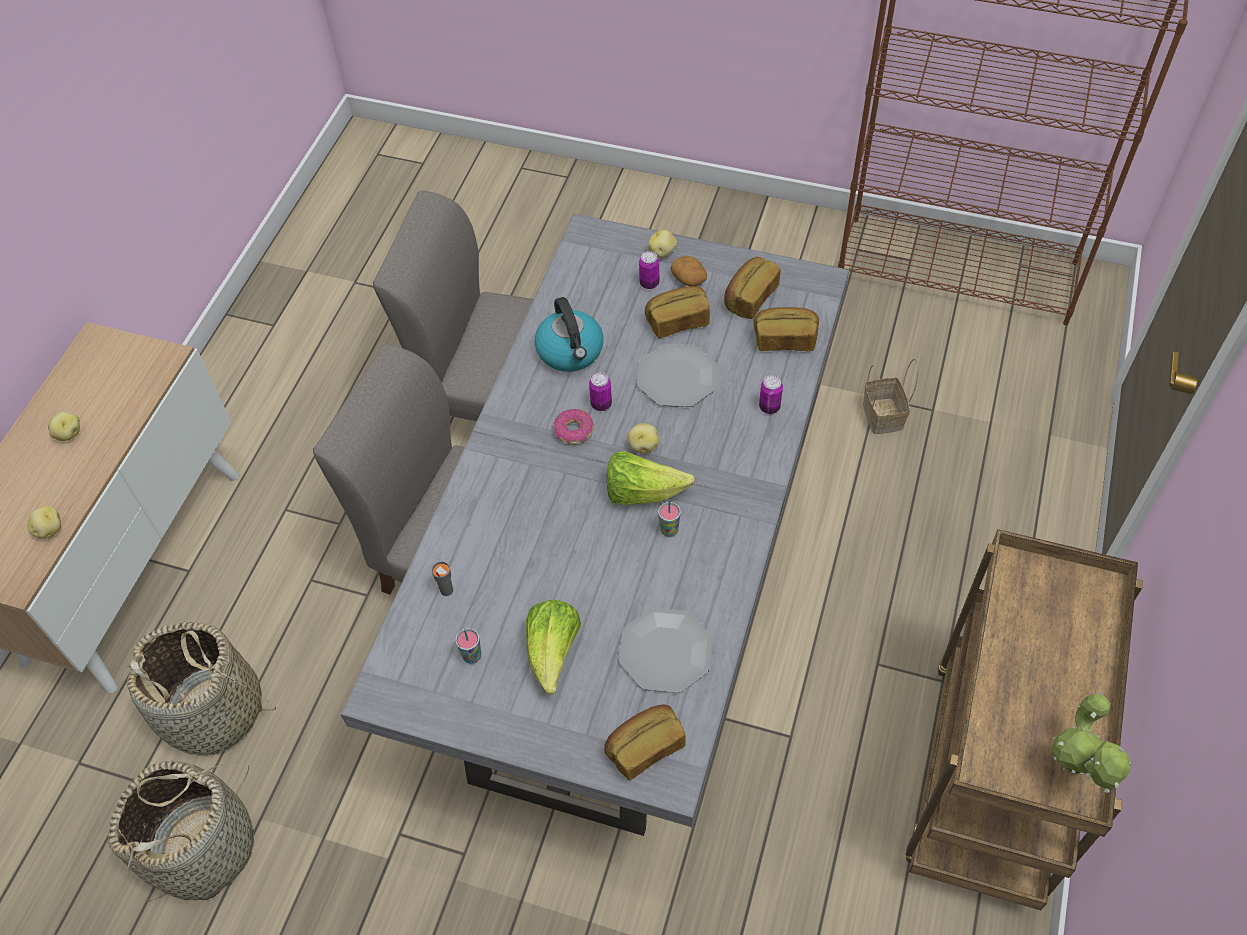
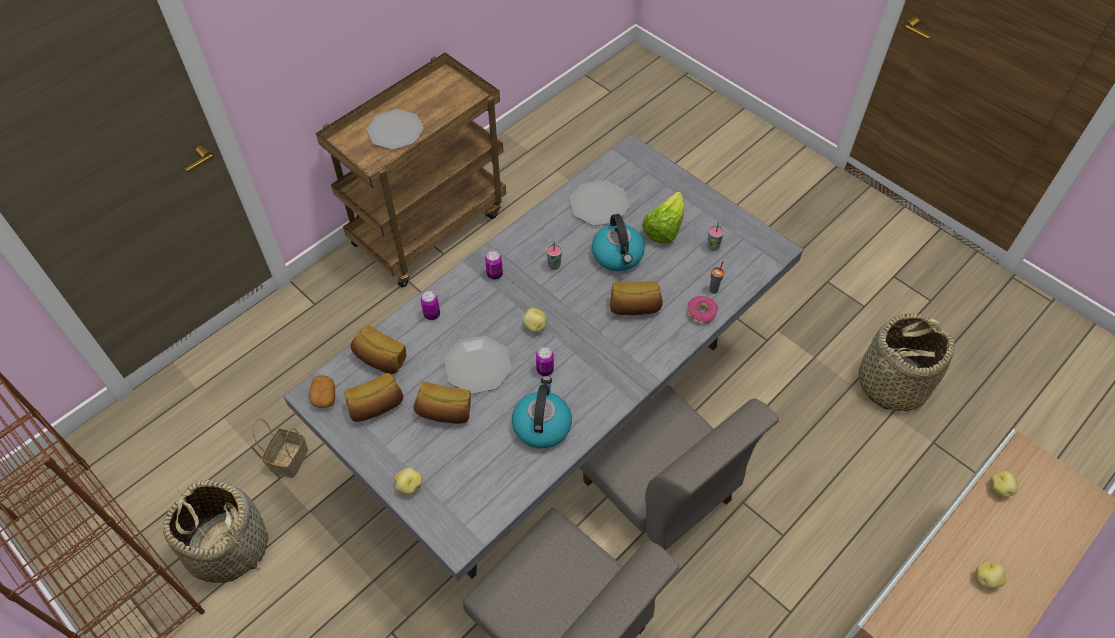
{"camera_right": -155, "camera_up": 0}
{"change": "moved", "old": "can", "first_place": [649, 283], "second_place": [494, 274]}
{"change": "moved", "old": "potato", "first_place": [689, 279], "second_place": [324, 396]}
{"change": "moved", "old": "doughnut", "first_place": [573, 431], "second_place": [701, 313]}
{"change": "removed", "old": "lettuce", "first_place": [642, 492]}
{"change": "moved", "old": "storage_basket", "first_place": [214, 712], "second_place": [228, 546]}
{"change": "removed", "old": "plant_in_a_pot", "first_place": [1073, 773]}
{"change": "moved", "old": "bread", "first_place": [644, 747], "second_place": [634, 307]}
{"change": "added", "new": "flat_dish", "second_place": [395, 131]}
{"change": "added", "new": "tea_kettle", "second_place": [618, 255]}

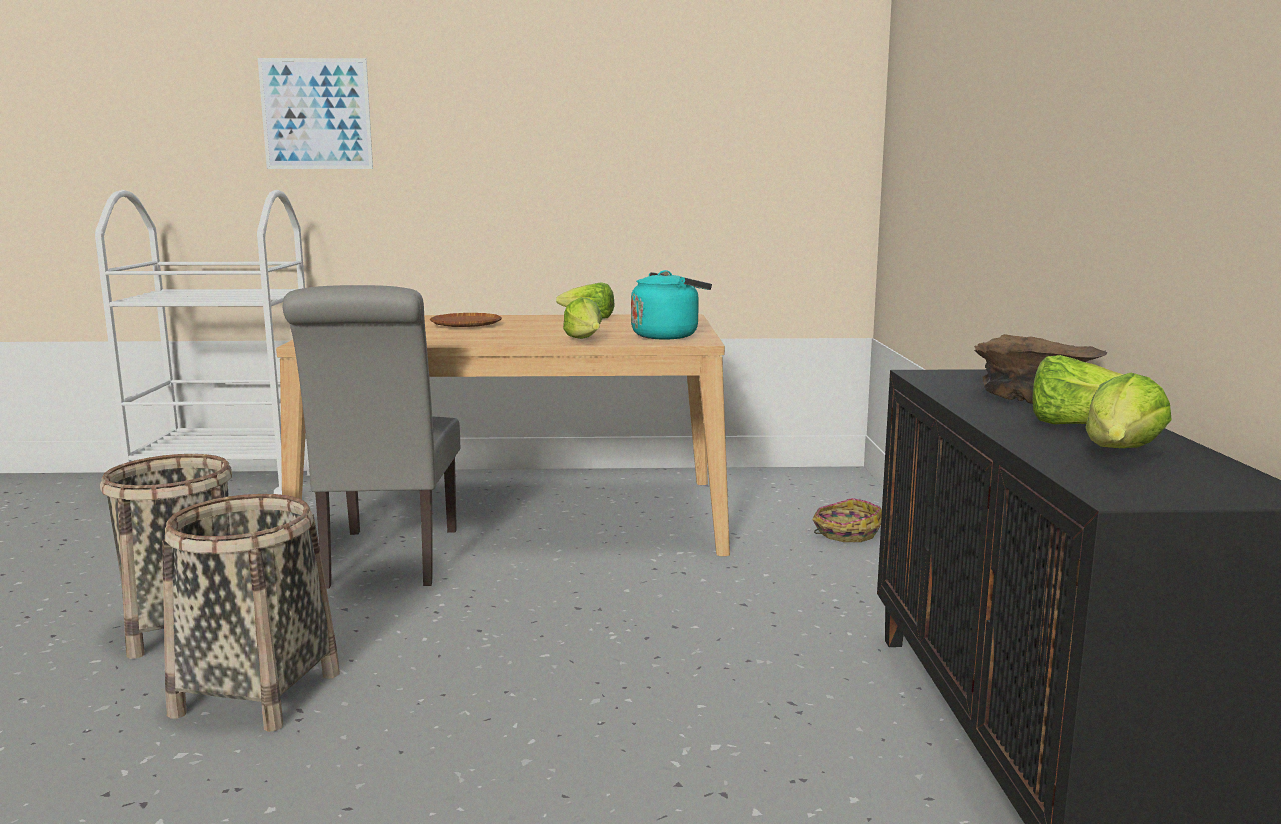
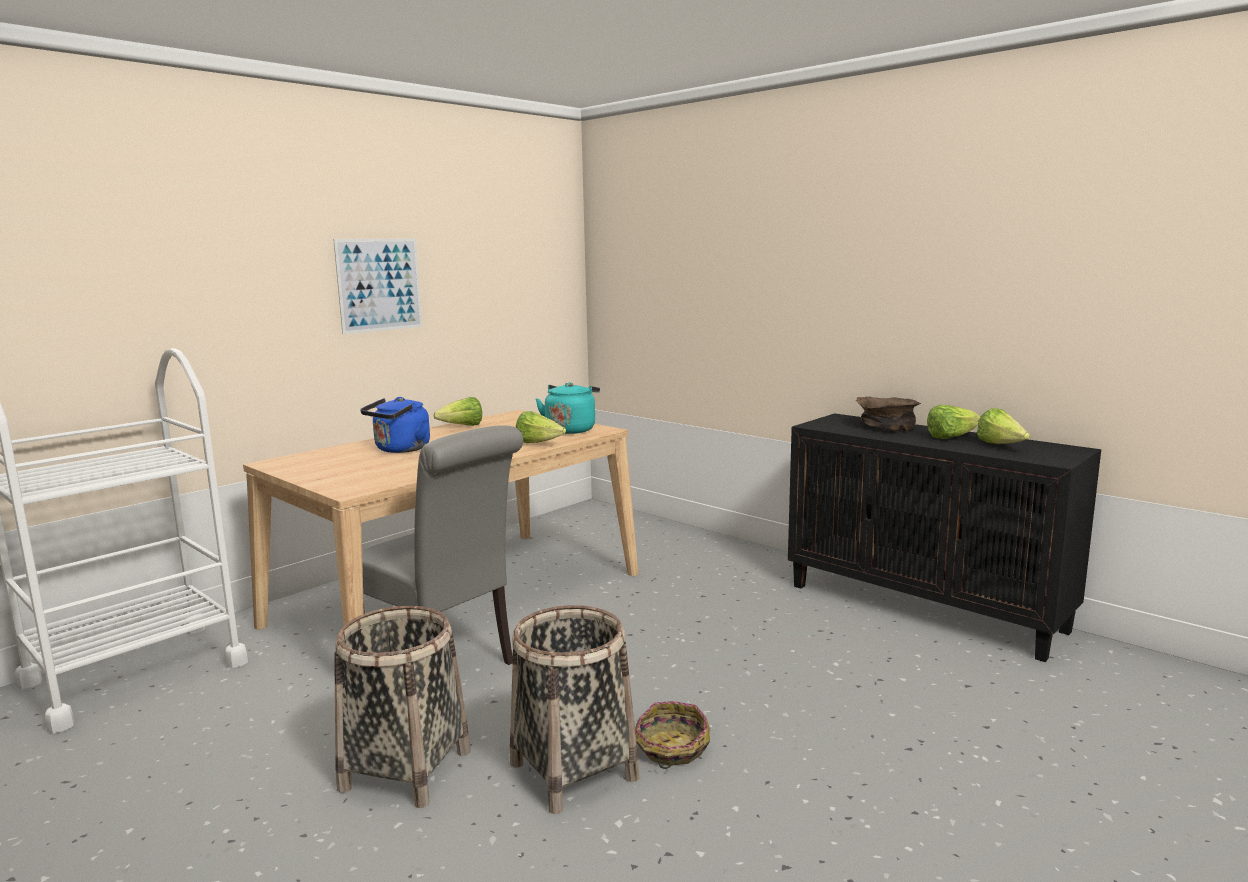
{"camera_right": -45, "camera_up": 0}
{"change": "moved", "old": "wall_picture", "first_place": [316, 114], "second_place": [379, 285]}
{"change": "replaced", "old": "brown_flat_dish", "new": "bluish_tea_kettle", "first_place": [466, 325], "second_place": [400, 450]}
{"change": "moved", "old": "storage_basket", "first_place": [845, 533], "second_place": [671, 748]}

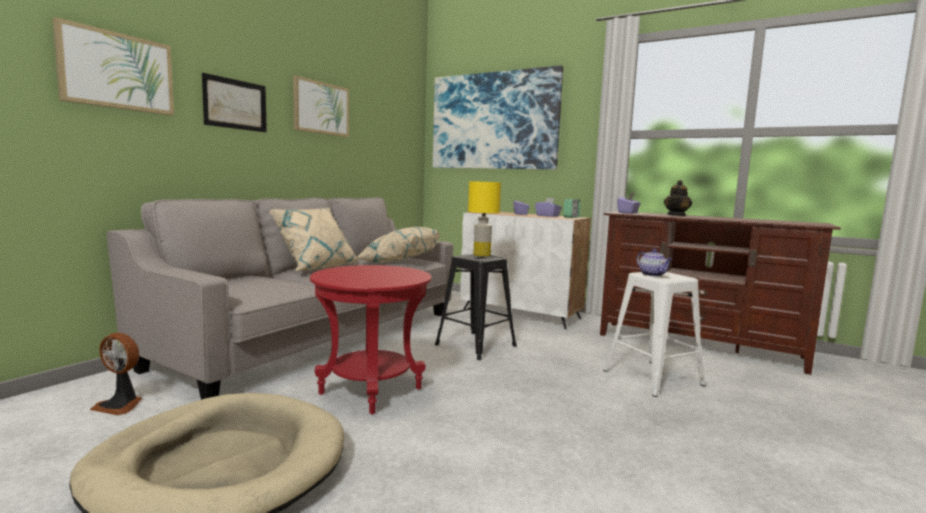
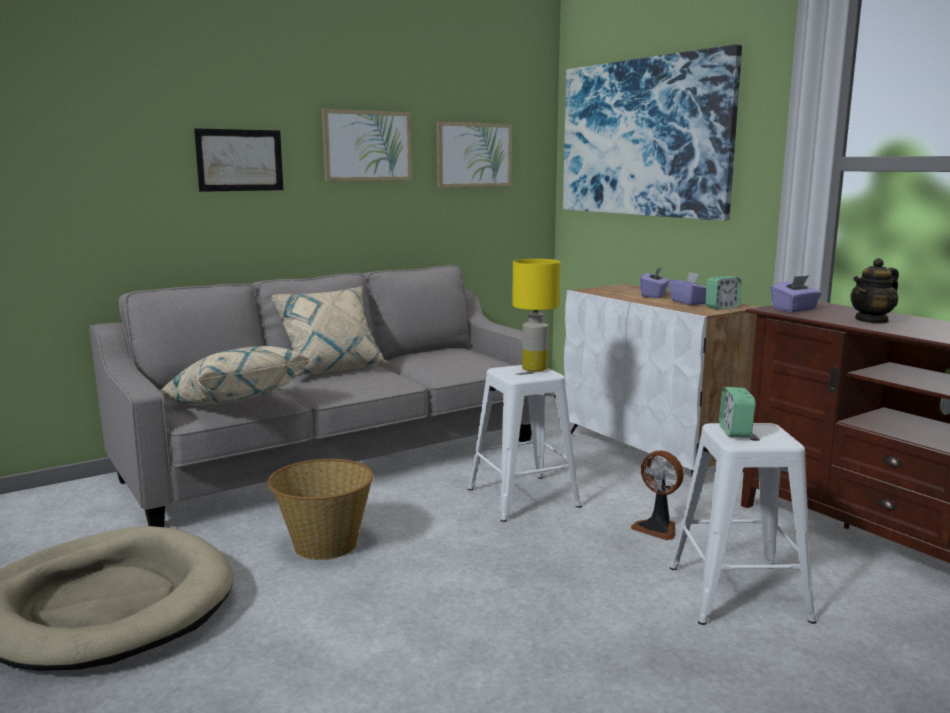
{"camera_right": 25, "camera_up": 5}
{"change": "moved", "old": "wall_picture", "first_place": [117, 71], "second_place": [473, 155]}
{"change": "moved", "old": "beige-coloured_throw_pillow", "first_place": [399, 261], "second_place": [233, 403]}
{"change": "replaced", "old": "teapot", "new": "bedside_clock", "first_place": [653, 275], "second_place": [735, 432]}
{"change": "recoloured", "old": "black-coloured_stool", "new": "white_stool", "first_place": [475, 345], "second_place": [523, 497]}
{"change": "replaced", "old": "red_end_table", "new": "storage_basket", "first_place": [370, 391], "second_place": [324, 545]}
{"change": "moved", "old": "electric_fan", "first_place": [120, 405], "second_place": [657, 528]}

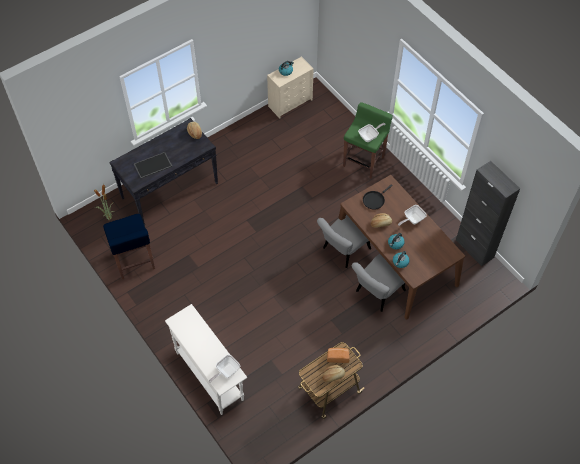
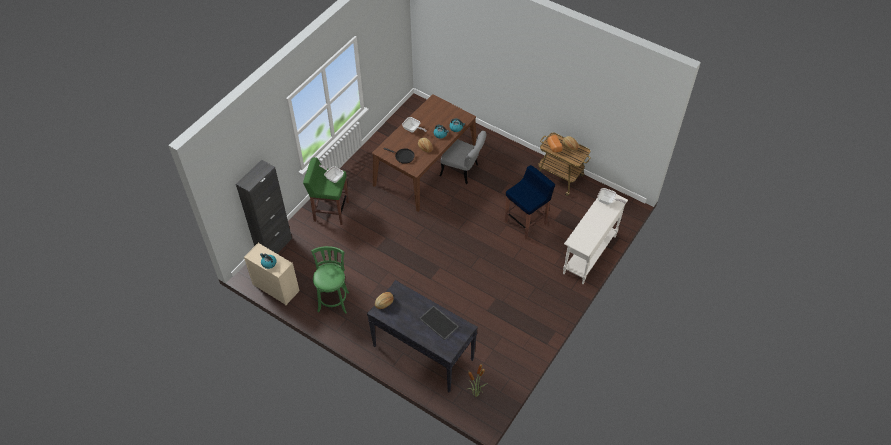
{"camera_right": -110, "camera_up": -5}
{"change": "moved", "old": "black-coloured_cabinet", "first_place": [474, 248], "second_place": [274, 247]}
{"change": "moved", "old": "bluish_stool", "first_place": [134, 261], "second_place": [526, 222]}
{"change": "removed", "old": "gray_plain_chair", "first_place": [342, 251]}
{"change": "added", "new": "green-coloured_stool", "second_place": [333, 300]}

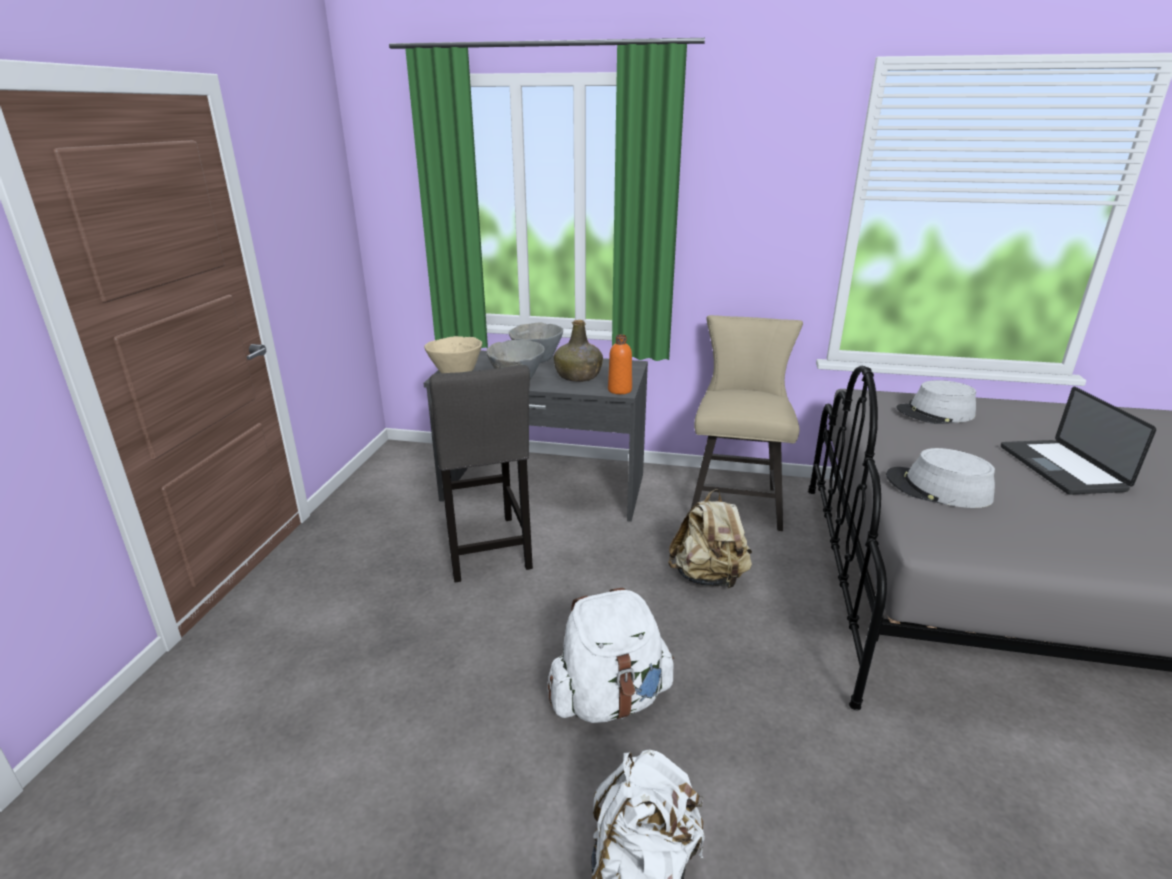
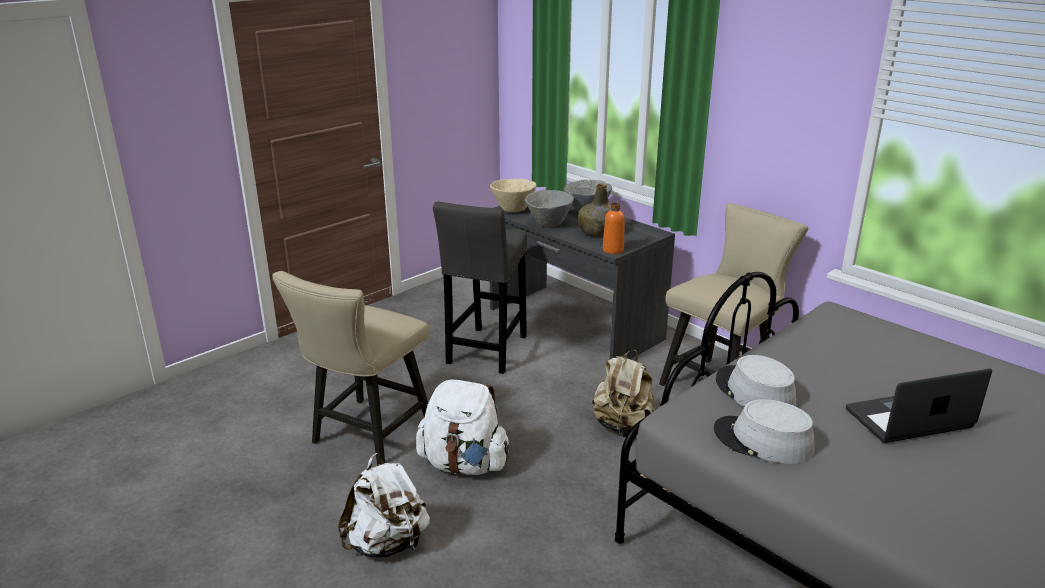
{"camera_right": 35, "camera_up": 0}
{"change": "moved", "old": "gray_wearable_hat", "first_place": [935, 413], "second_place": [763, 441]}
{"change": "turned", "old": "laptop", "first_place": [1060, 468], "second_place": [908, 419], "degrees": 45}
{"change": "added", "new": "beige-coloured_plain_chair", "second_place": [366, 436]}

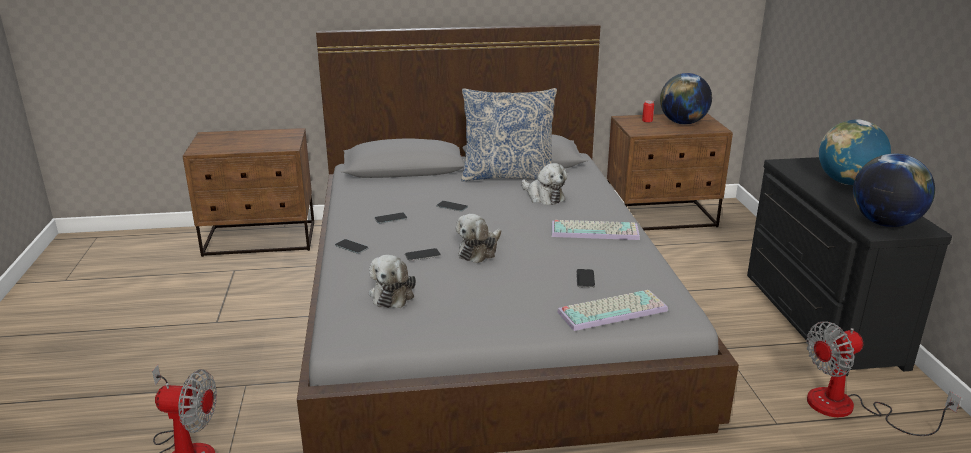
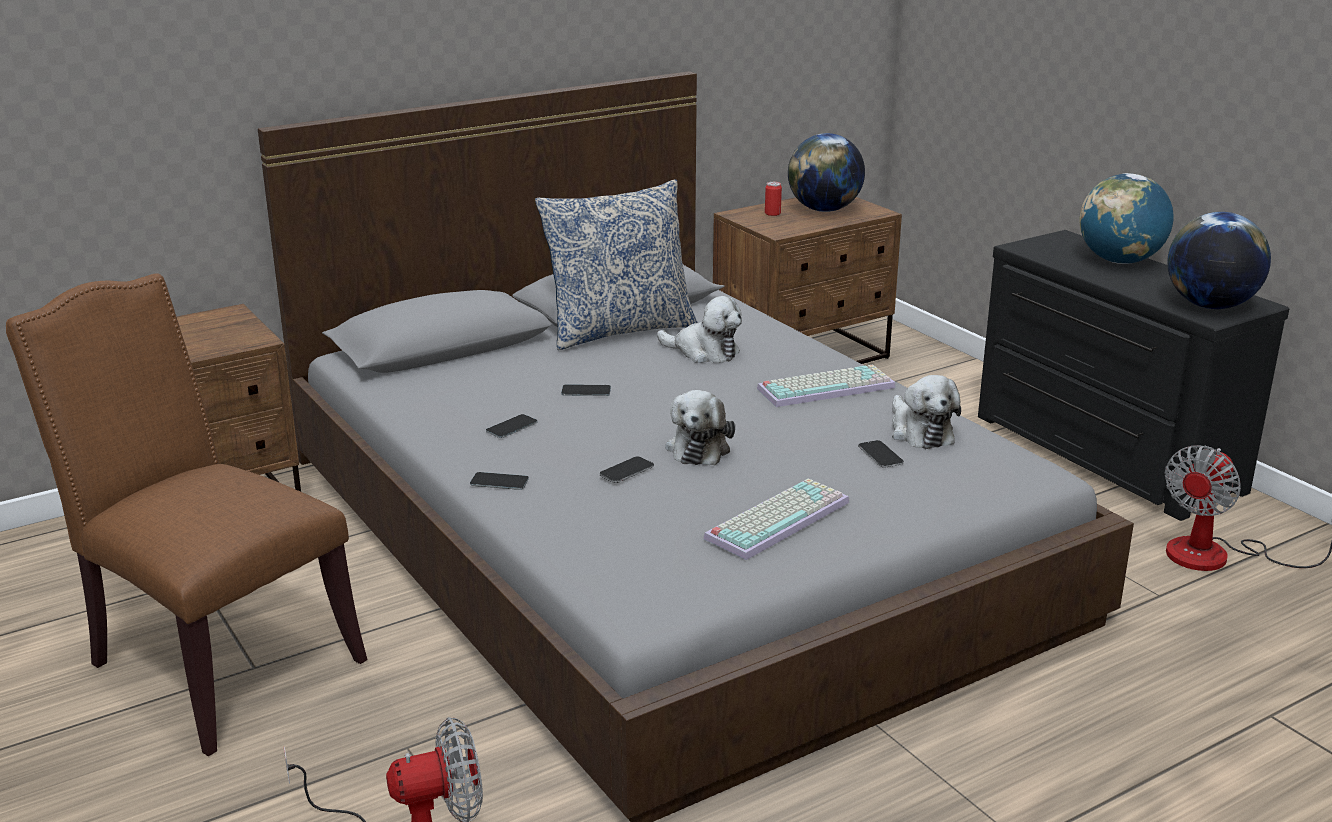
{"camera_right": -25, "camera_up": 0}
{"change": "moved", "old": "plush_toy", "first_place": [393, 294], "second_place": [919, 432]}
{"change": "moved", "old": "keyboard", "first_place": [613, 310], "second_place": [777, 518]}
{"change": "added", "new": "brown_plain_chair", "second_place": [215, 662]}

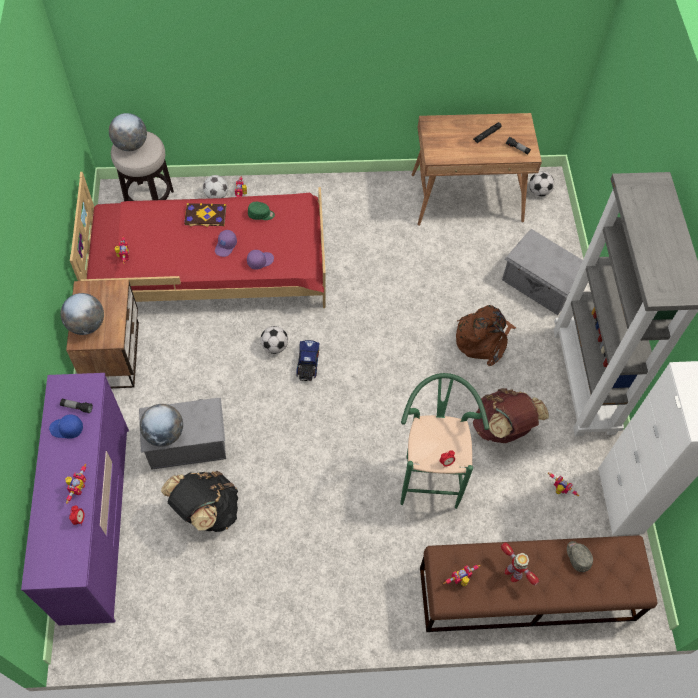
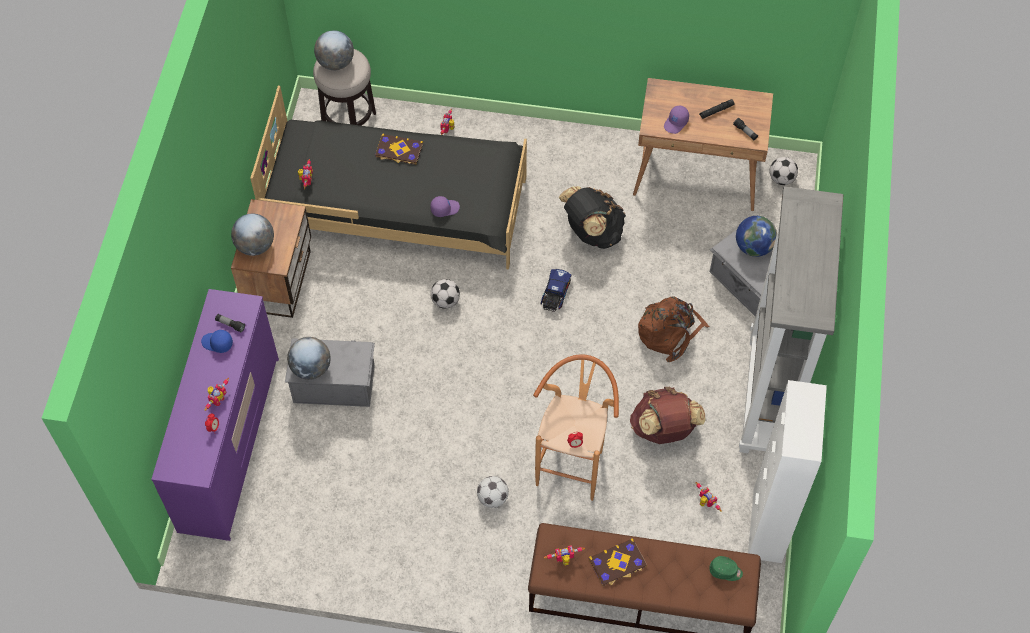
{"camera_right": 15, "camera_up": 0}
{"change": "recoloured", "old": "red_sleeping_bed", "new": "black-coloured_sleeping_bed", "first_place": [211, 268], "second_place": [398, 205]}
{"change": "moved", "old": "ball_for_football", "first_place": [216, 195], "second_place": [492, 498]}
{"change": "moved", "old": "green-coloured_baseball_cap", "first_place": [261, 214], "second_place": [725, 571]}
{"change": "moved", "old": "purple-coloured_baseball_cap", "first_place": [226, 246], "second_place": [676, 123]}
{"change": "moved", "old": "model_truck", "first_place": [307, 364], "second_place": [555, 295]}
{"change": "recoloured", "old": "green-coloured_stool", "new": "brown_stool", "first_place": [429, 475], "second_place": [573, 462]}
{"change": "moved", "old": "black-coloured_rucksack", "first_place": [206, 511], "second_place": [592, 232]}
{"change": "removed", "old": "gray_baseball_cap", "first_place": [577, 557]}
{"change": "replaced", "old": "robot_figure", "new": "volume", "first_place": [513, 572], "second_place": [618, 563]}
{"change": "added", "new": "globe", "second_place": [753, 247]}

